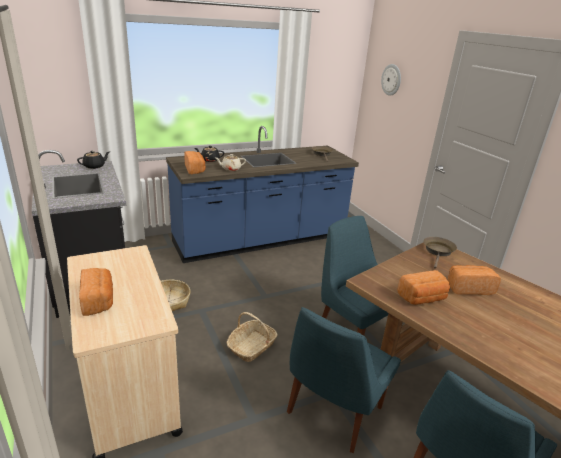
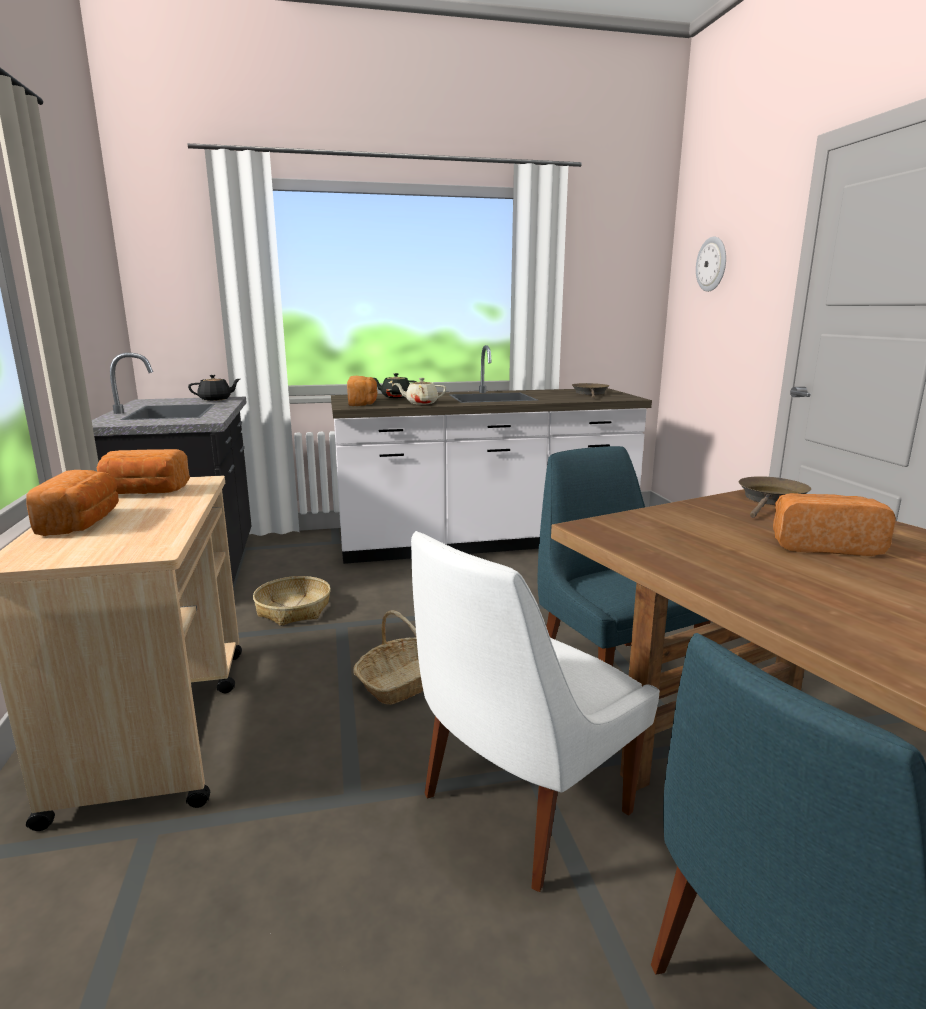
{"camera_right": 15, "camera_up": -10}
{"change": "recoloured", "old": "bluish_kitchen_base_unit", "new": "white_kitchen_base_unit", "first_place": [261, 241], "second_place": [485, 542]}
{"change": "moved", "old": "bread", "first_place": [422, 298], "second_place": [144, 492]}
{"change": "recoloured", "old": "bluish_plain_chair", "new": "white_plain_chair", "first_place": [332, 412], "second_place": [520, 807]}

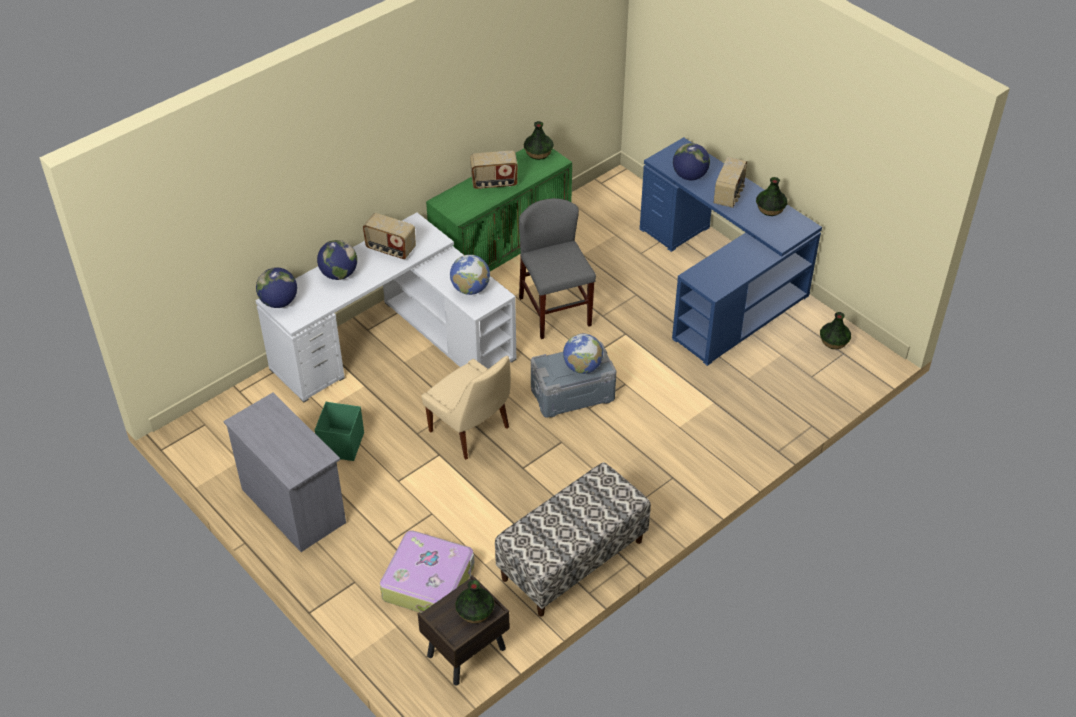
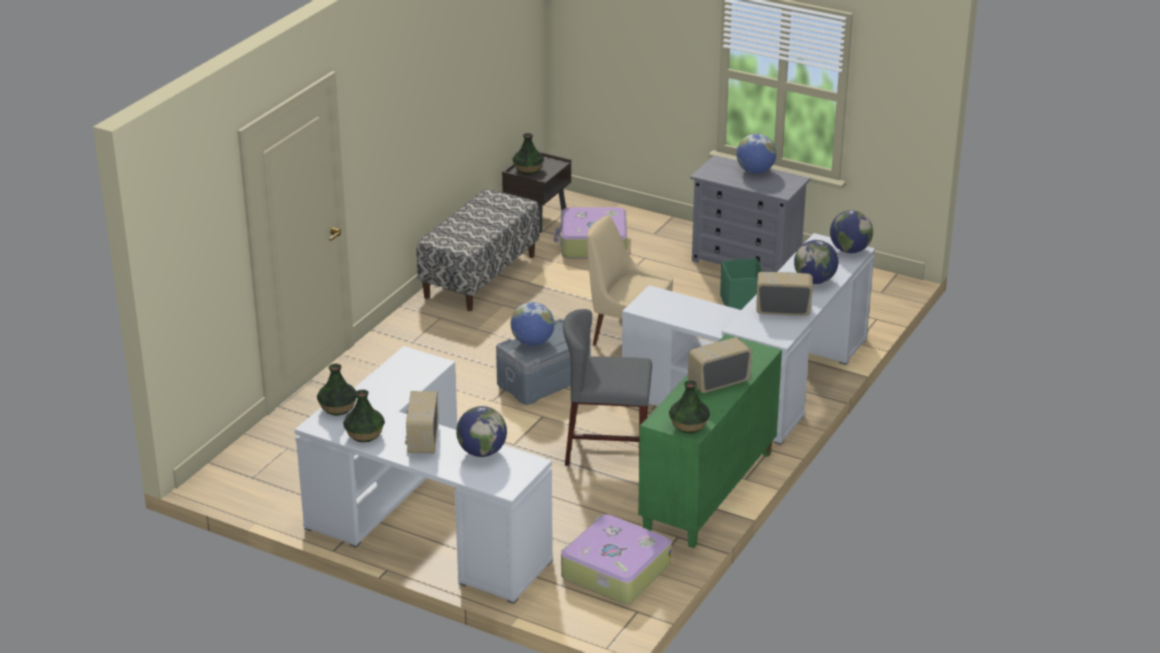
{"camera_right": 160, "camera_up": -15}
{"change": "recoloured", "old": "bluish_desk", "new": "white_desk", "first_place": [722, 282], "second_place": [419, 521]}
{"change": "turned", "old": "gray_plain_chair", "first_place": [555, 311], "second_place": [606, 448], "degrees": 135}
{"change": "moved", "old": "globe", "first_place": [470, 289], "second_place": [755, 171]}
{"change": "moved", "old": "flower_vase", "first_place": [834, 342], "second_place": [337, 408]}
{"change": "added", "new": "suitcase", "second_place": [614, 571]}

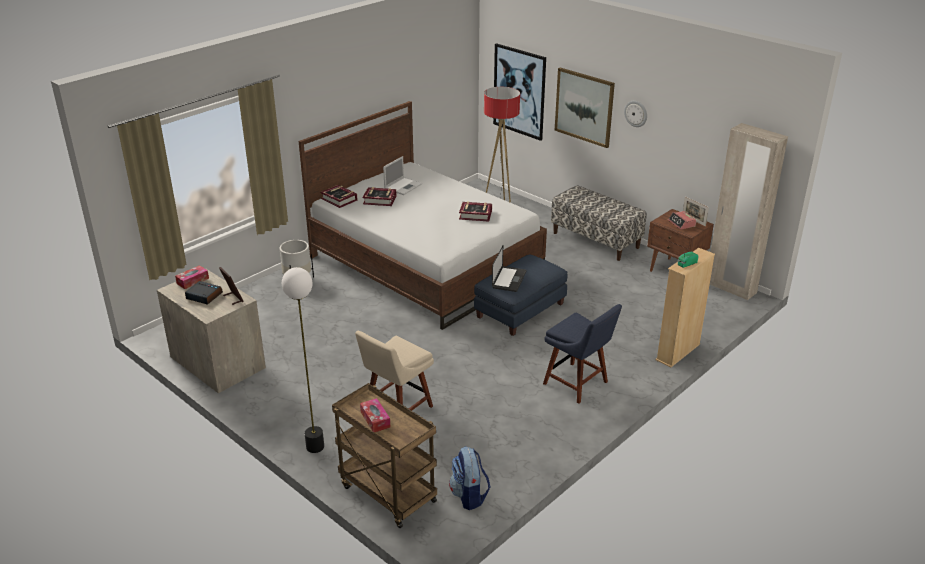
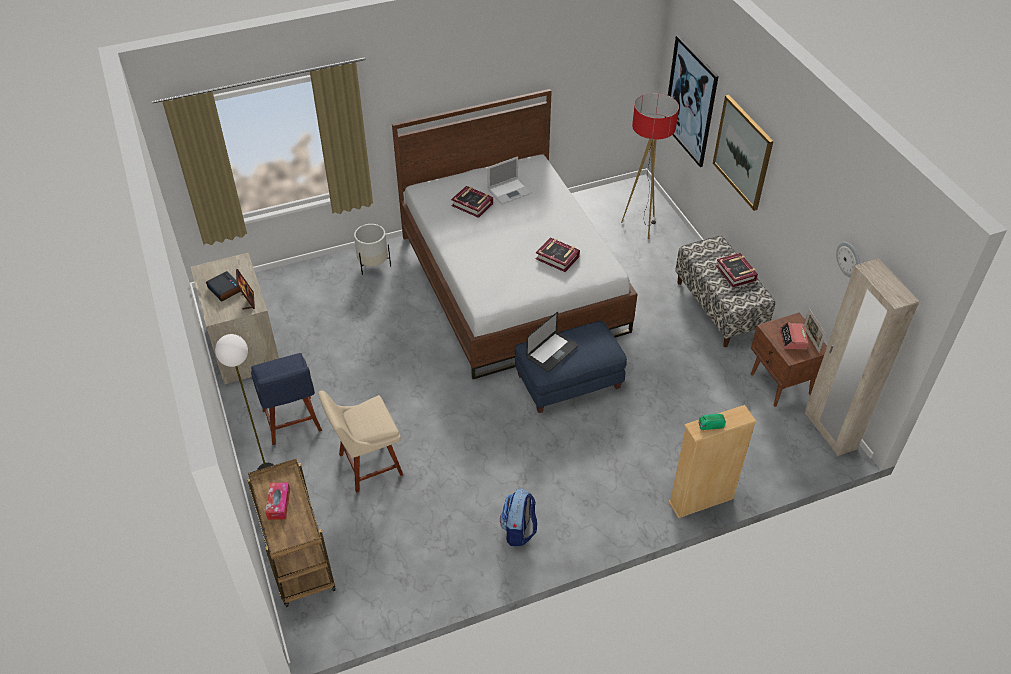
{"camera_right": 25, "camera_up": 15}
{"change": "moved", "old": "wall_clock", "first_place": [636, 113], "second_place": [849, 259]}
{"change": "moved", "old": "volume", "first_place": [339, 199], "second_place": [736, 273]}
{"change": "removed", "old": "tissue_box", "first_place": [192, 281]}
{"change": "moved", "old": "bluish_plain_chair", "first_place": [578, 384], "second_place": [292, 423]}
{"change": "moved", "old": "rucksack", "first_place": [469, 496], "second_place": [519, 530]}

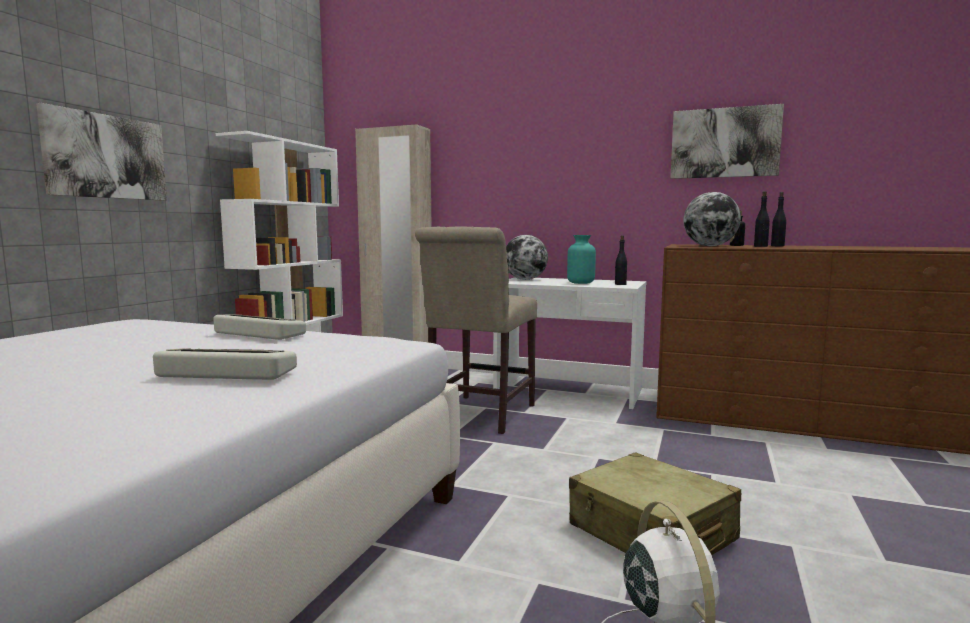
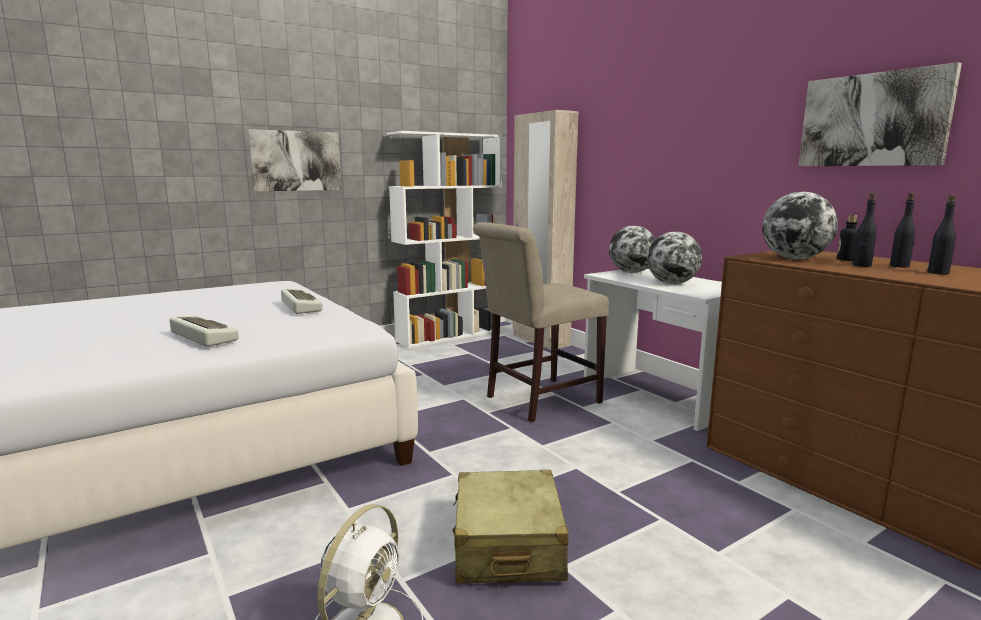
{"camera_right": 35, "camera_up": 5}
{"change": "replaced", "old": "blue-green_flower_vase", "new": "globe", "first_place": [580, 283], "second_place": [672, 283]}
{"change": "moved", "old": "black-coloured_drink_bottle", "first_place": [620, 284], "second_place": [938, 273]}

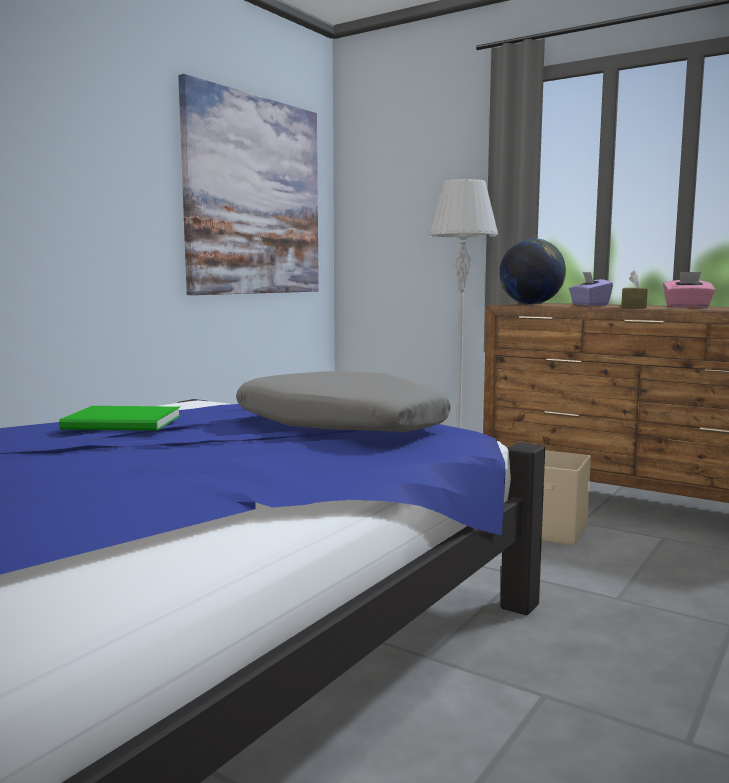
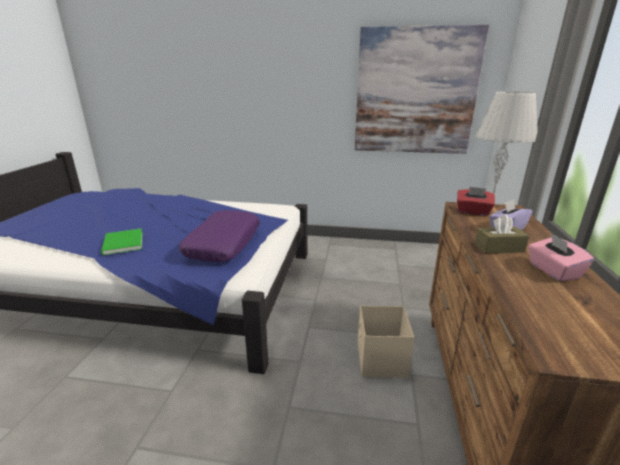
{"camera_right": 65, "camera_up": 15}
{"change": "replaced", "old": "globe", "new": "red_tissue_box", "first_place": [531, 304], "second_place": [472, 212]}
{"change": "recoloured", "old": "gray_throw_pillow", "new": "purple-coloured_throw_pillow", "first_place": [339, 427], "second_place": [223, 244]}
{"change": "moved", "old": "green-coloured_volume", "first_place": [124, 423], "second_place": [122, 243]}

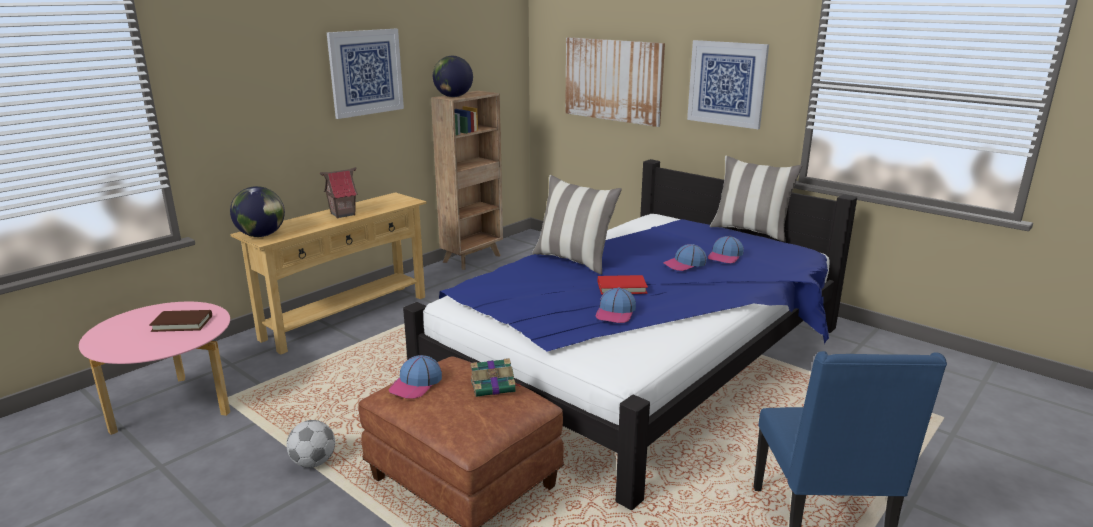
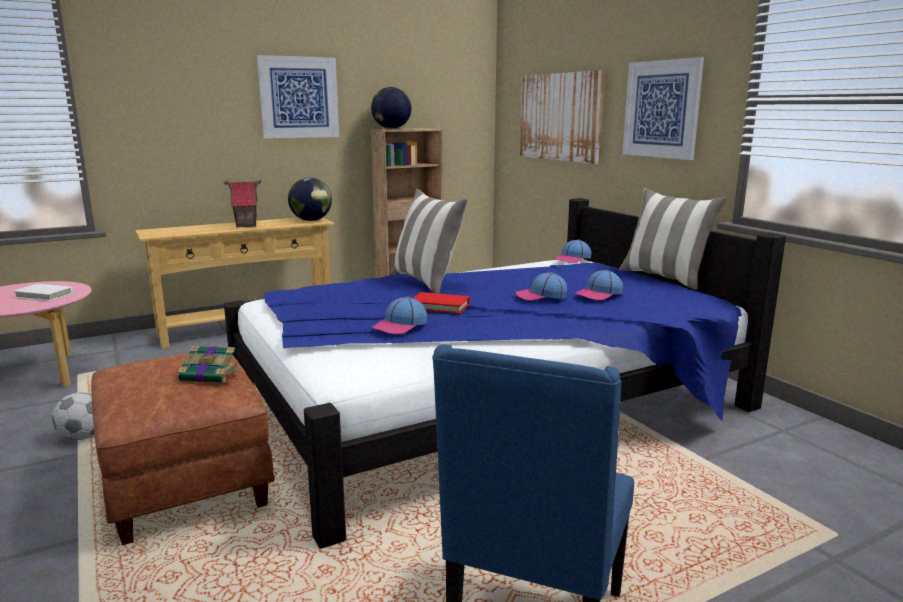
{"camera_right": 20, "camera_up": -5}
{"change": "moved", "old": "globe", "first_place": [261, 235], "second_place": [311, 220]}
{"change": "recoloured", "old": "brown_volume", "new": "white_volume", "first_place": [182, 323], "second_place": [44, 295]}
{"change": "moved", "old": "baseball_cap", "first_place": [416, 384], "second_place": [572, 259]}

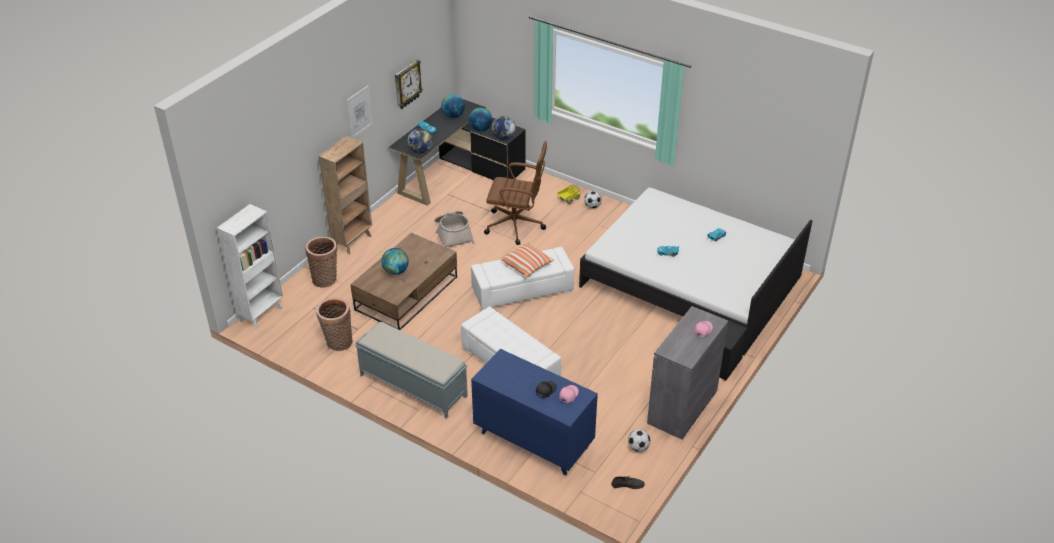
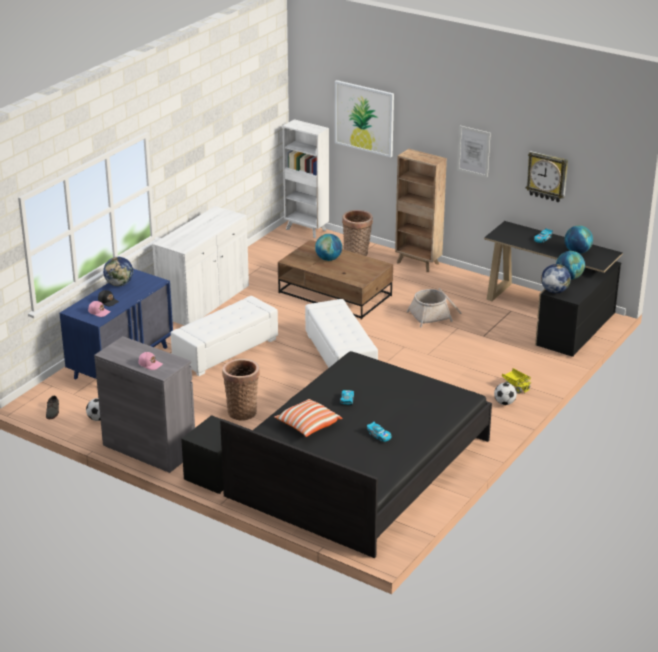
{"camera_right": 90, "camera_up": -10}
{"change": "moved", "old": "globe", "first_place": [420, 151], "second_place": [119, 284]}
{"change": "removed", "old": "brown_office_chair", "first_place": [516, 226]}
{"change": "recoloured", "old": "white_sleeping_bed", "new": "black-coloured_sleeping_bed", "first_place": [691, 281], "second_place": [360, 468]}
{"change": "moved", "old": "throw_pillow", "first_place": [527, 265], "second_place": [308, 425]}
{"change": "moved", "old": "storage_basket", "first_place": [337, 342], "second_place": [242, 411]}
{"change": "replaced", "old": "gray_indoor_bench", "new": "white_cabinet", "first_place": [412, 385], "second_place": [204, 302]}
{"change": "added", "new": "wall_picture", "second_place": [364, 118]}

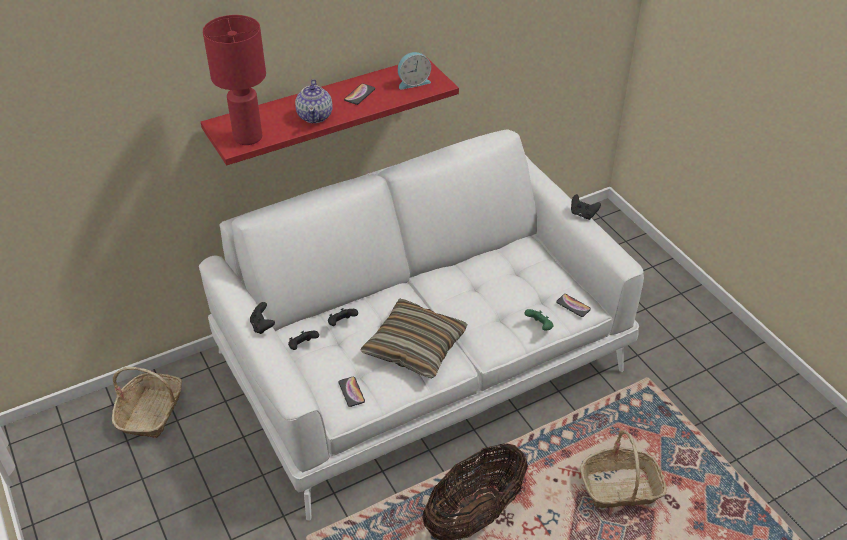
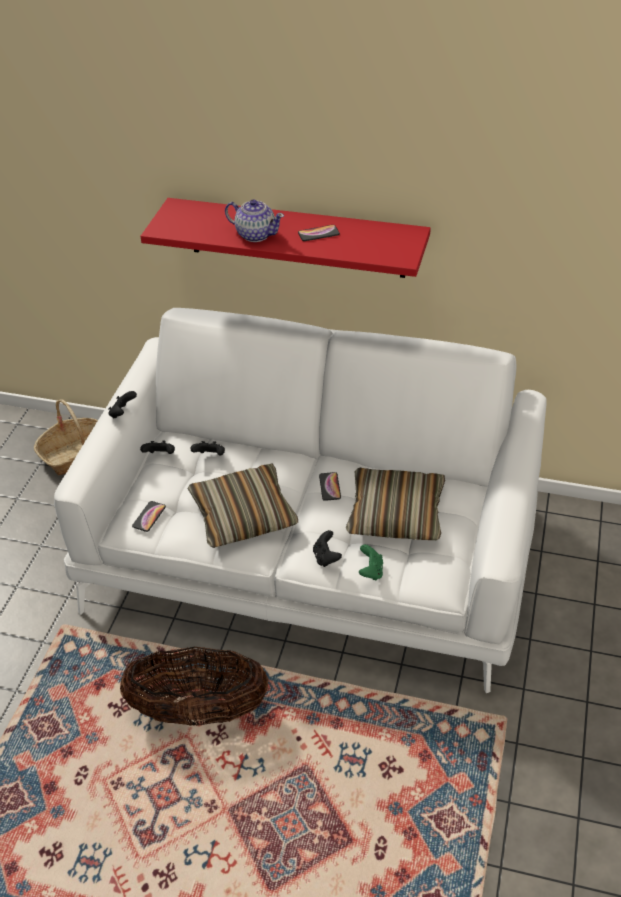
{"camera_right": 45, "camera_up": 0}
{"change": "removed", "old": "red_tabletop_lamp", "first_place": [247, 137]}
{"change": "removed", "old": "bedside_clock", "first_place": [413, 82]}
{"change": "turned", "old": "teapot", "first_place": [315, 116], "second_place": [255, 234], "degrees": -105}
{"change": "moved", "old": "black-coloured_game_controller", "first_place": [583, 214], "second_place": [326, 557]}
{"change": "moved", "old": "telephone", "first_place": [573, 306], "second_place": [330, 487]}
{"change": "removed", "old": "storage_basket", "first_place": [620, 488]}
{"change": "added", "new": "throw_pillow", "second_place": [395, 514]}

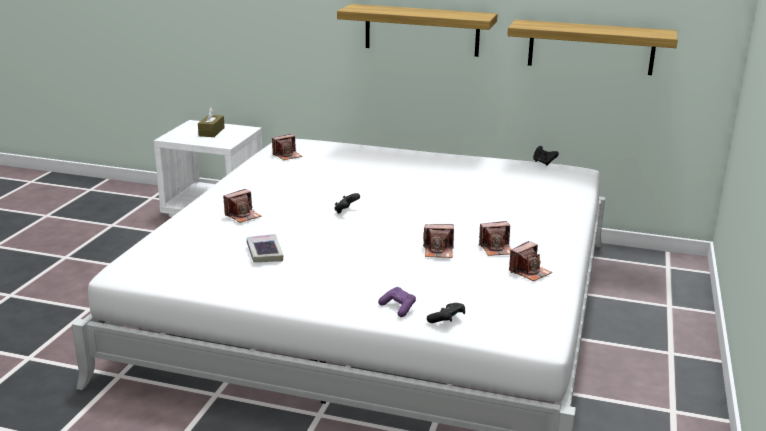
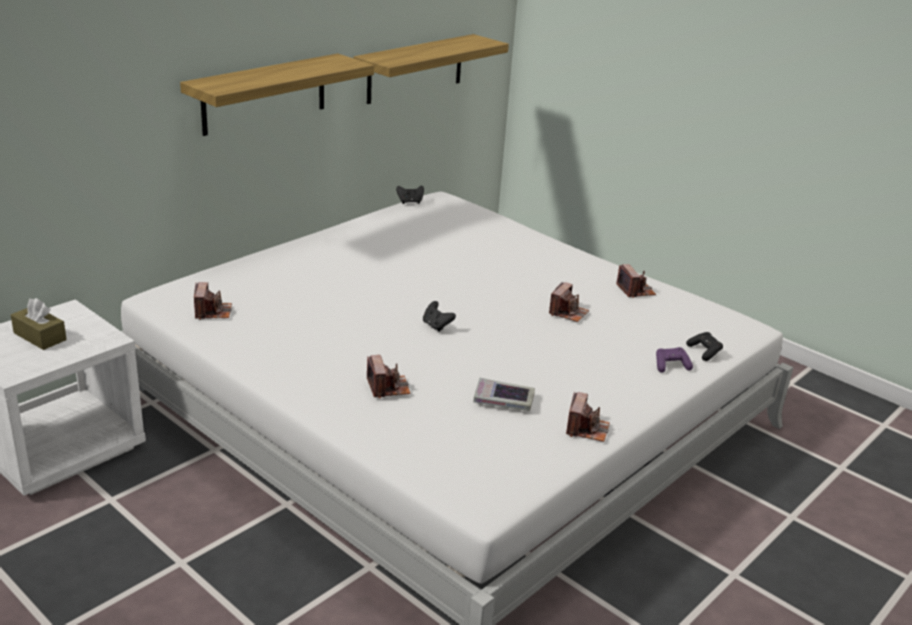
{"camera_right": -65, "camera_up": 5}
{"change": "moved", "old": "photo_camera", "first_place": [496, 249], "second_place": [586, 429]}

